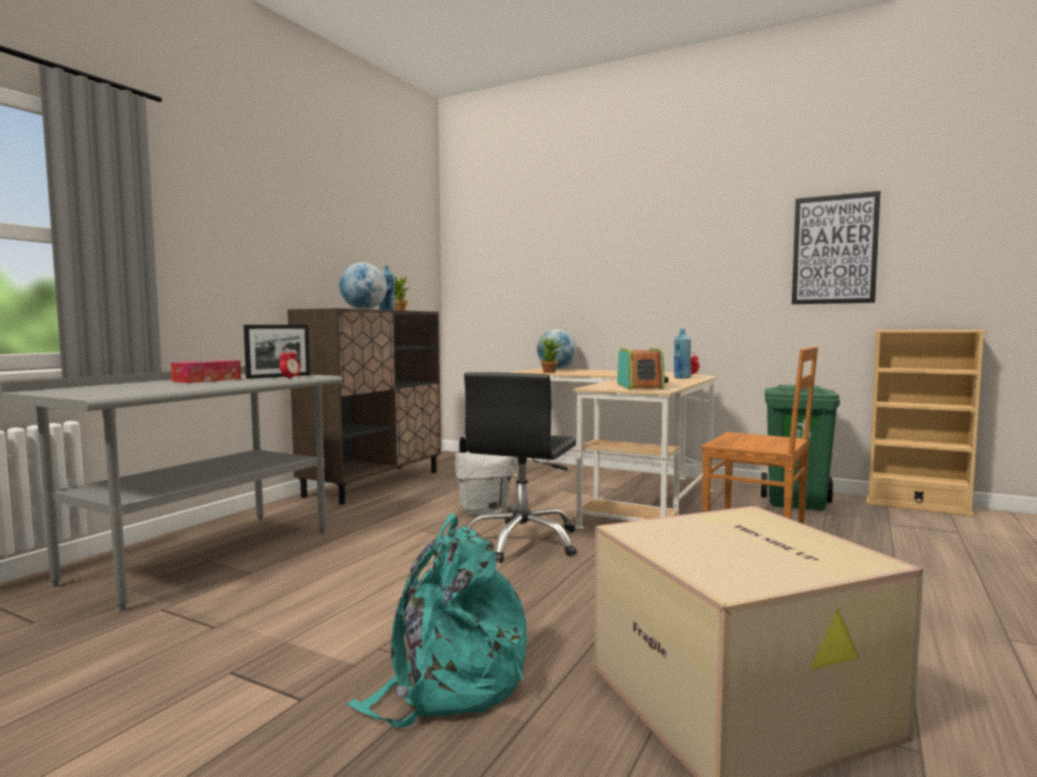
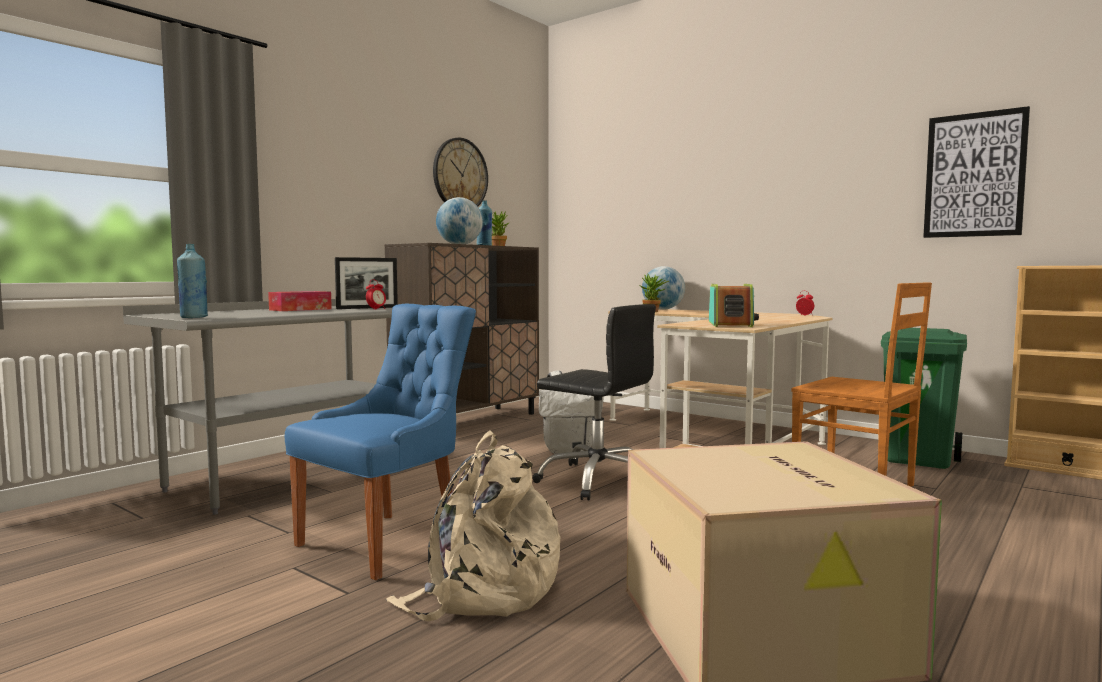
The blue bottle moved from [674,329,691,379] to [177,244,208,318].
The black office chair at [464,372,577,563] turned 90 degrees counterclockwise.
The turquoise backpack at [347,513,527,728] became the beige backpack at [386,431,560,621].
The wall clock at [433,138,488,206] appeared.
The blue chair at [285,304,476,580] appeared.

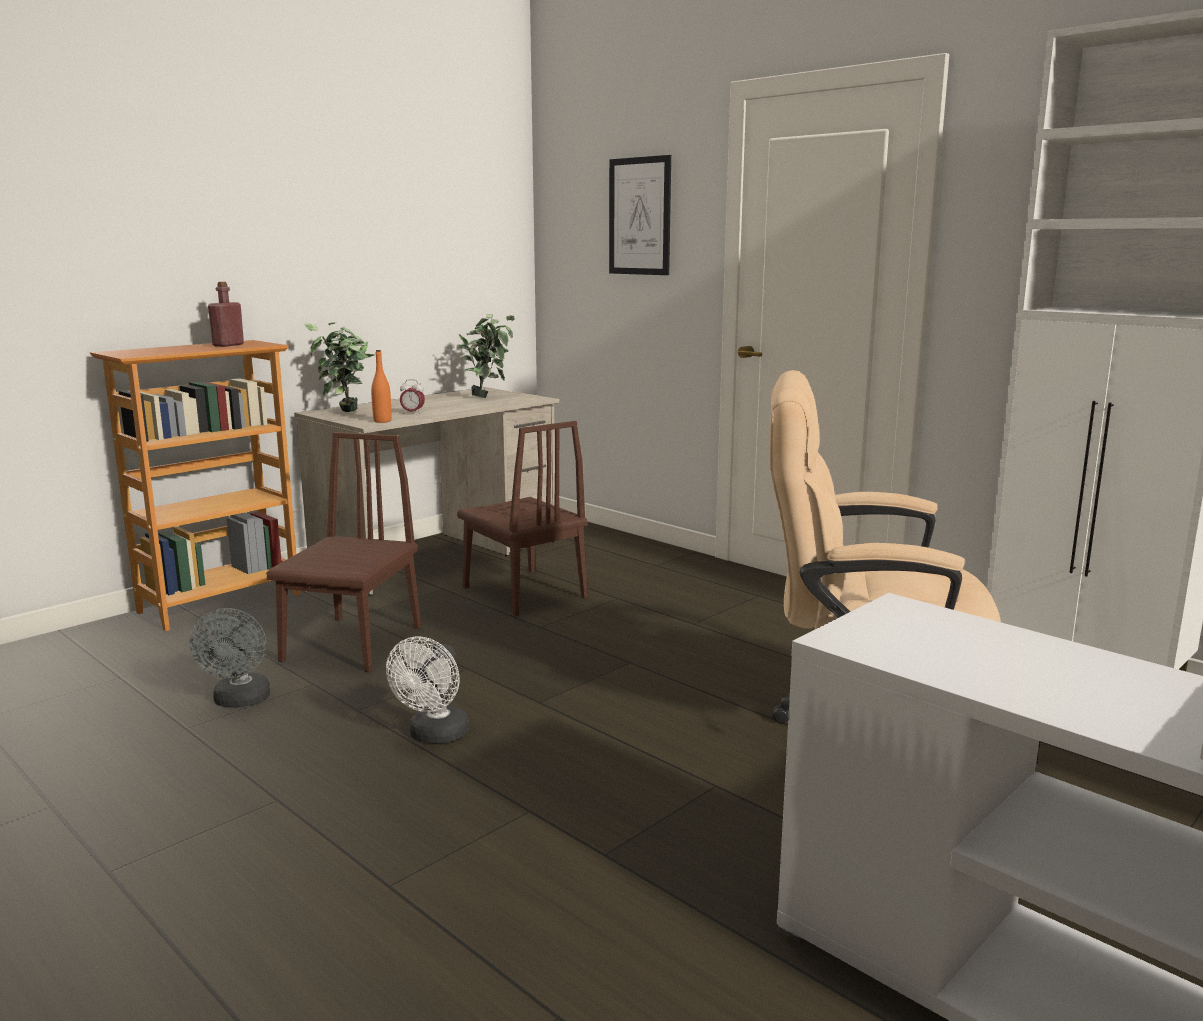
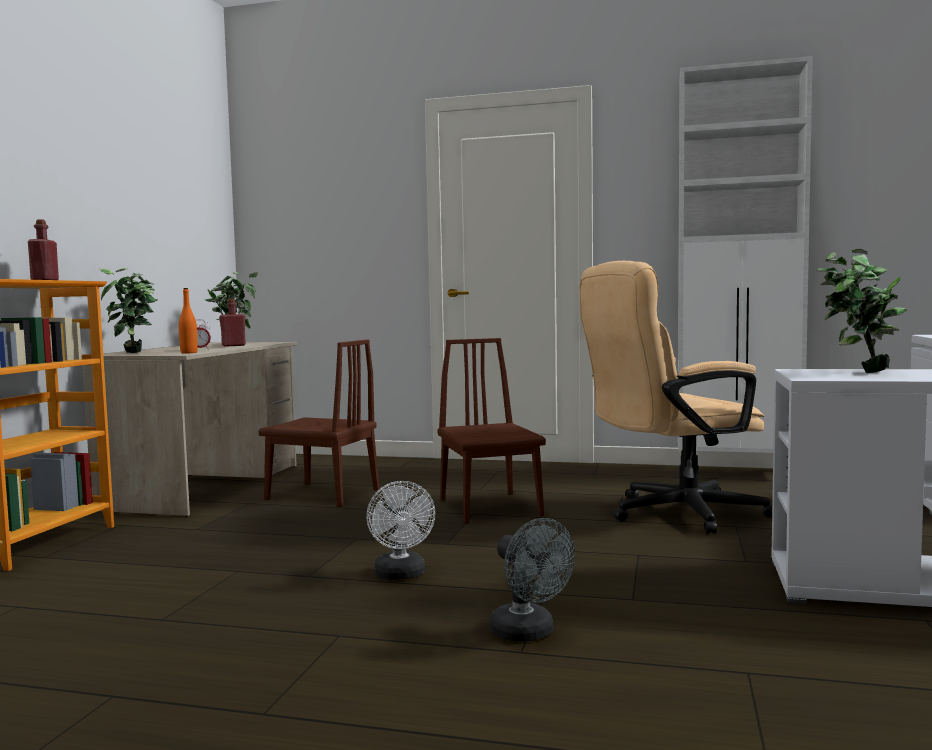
The picture at [609,155,671,275] disappeared.
The brown chair moved from [266,432,421,672] to [438,338,546,524].
The grey fan moved from [190,608,270,707] to [490,518,575,642].
The potted plant at [817,249,907,373] appeared.
The red bottle at [219,299,246,347] appeared.

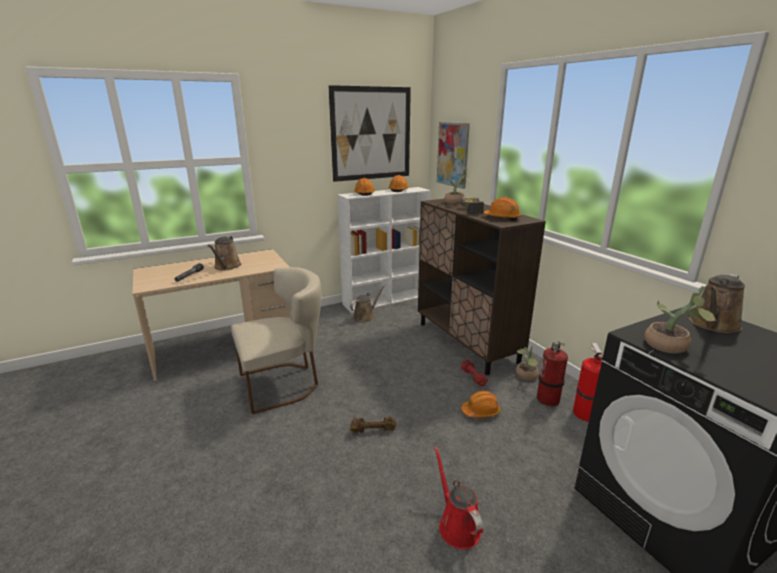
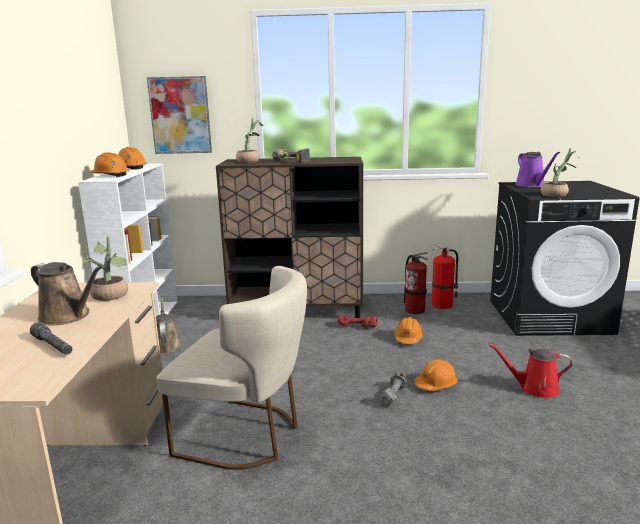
The picture at [328,85,411,182] disappeared.
The orange hard hat moved from [484,197,521,221] to [414,359,458,391].
The beige chair at [231,267,322,414] turned 105 degrees clockwise.
The brown watering can at [689,274,745,333] became the purple watering can at [515,152,560,187].
The potted plant moved from [516,346,539,381] to [82,236,128,301].
The brown dumbbell at [350,416,396,433] became the grey dumbbell at [381,372,407,407].

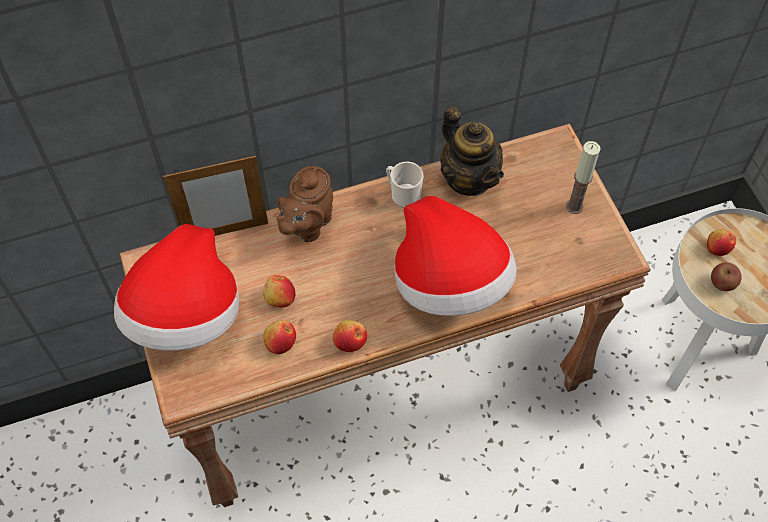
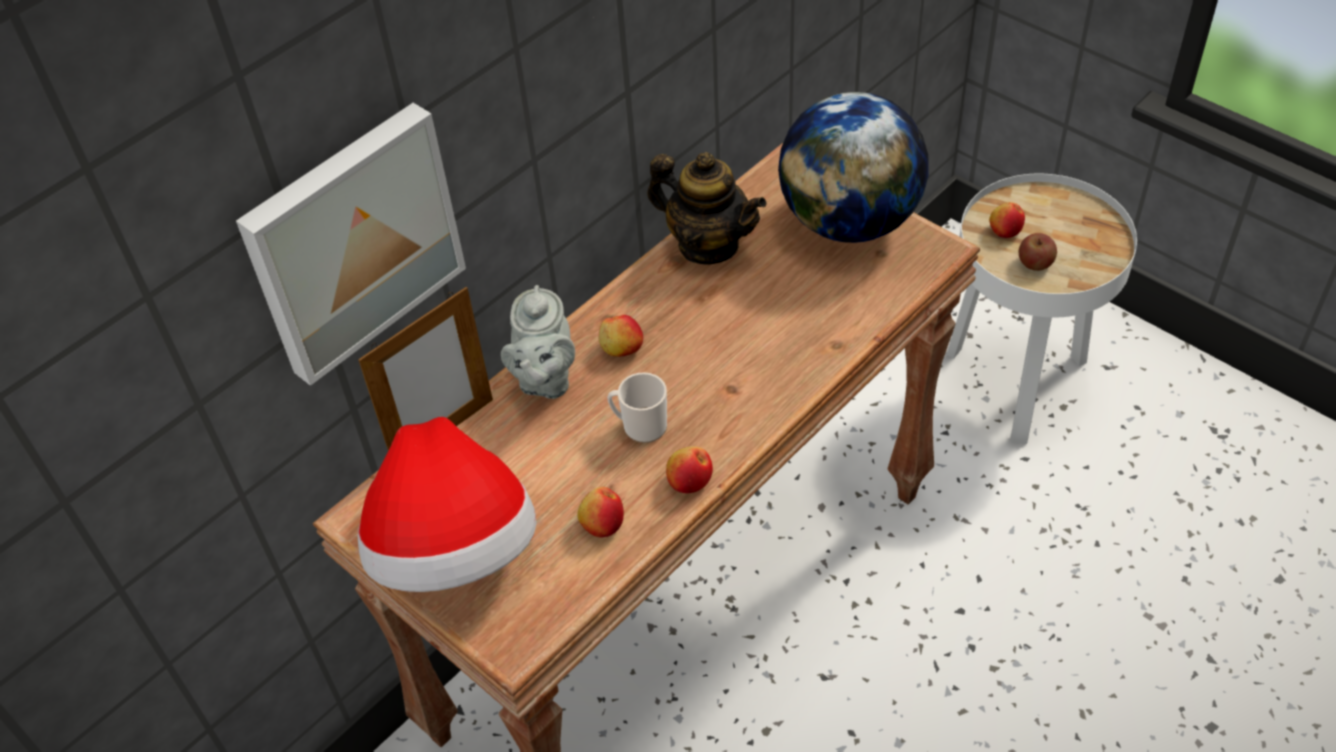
The candle at [566,141,601,214] was replaced by the globe at [778,92,929,243].
The mug moved from [386,162,424,208] to [607,372,667,443].
The brown teapot at [276,166,333,242] became the grey teapot at [501,285,575,399].
The hat at [394,196,517,316] disappeared.
The apple moved from [263,275,295,308] to [598,315,643,357].
The picture at [236,103,466,386] appeared.

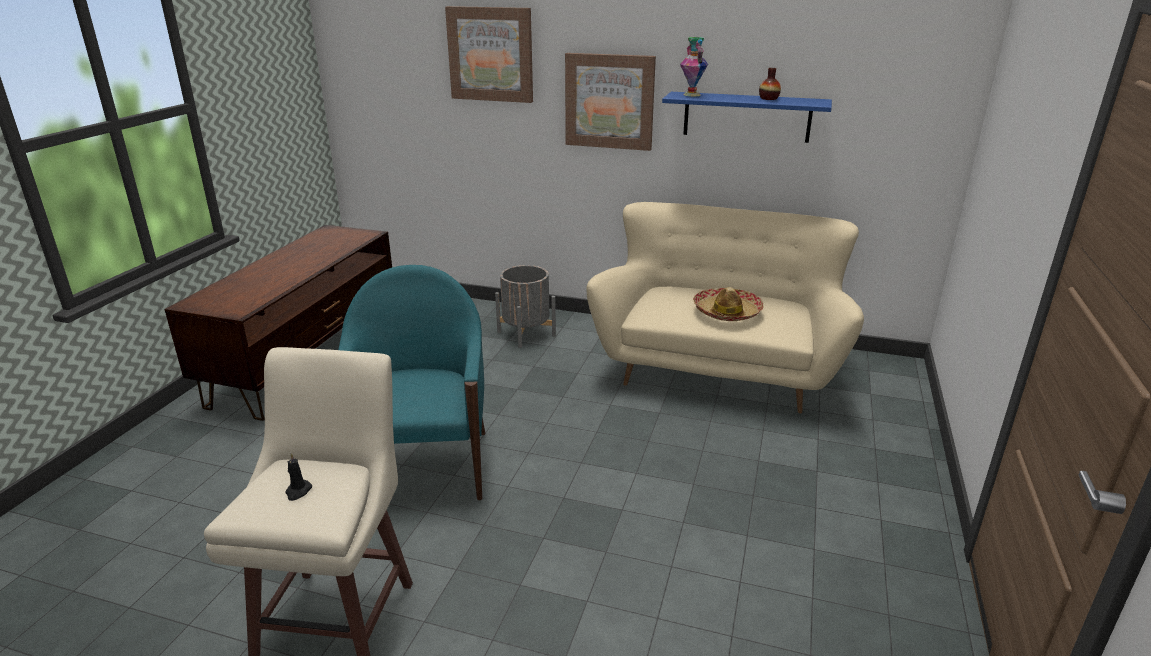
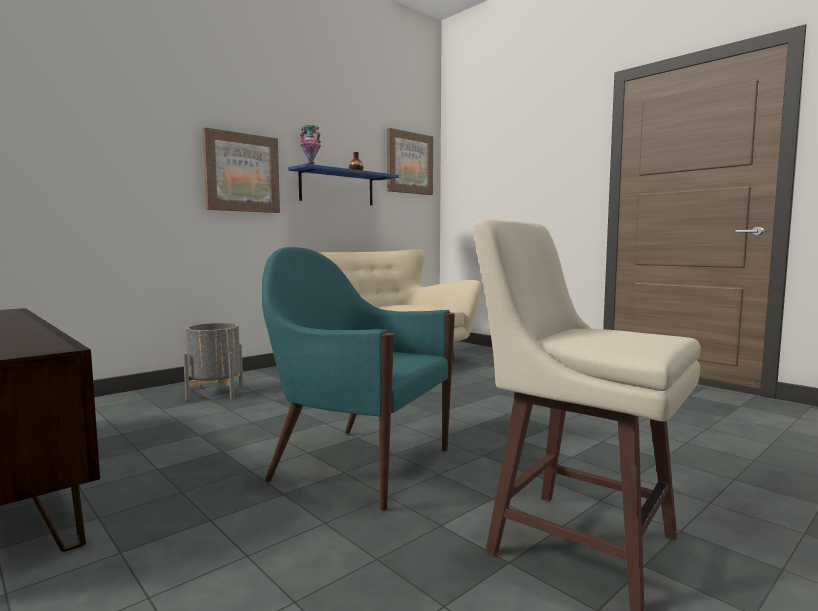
The picture moved from [445,6,533,103] to [387,128,433,195].
The hat at [693,287,764,321] disappeared.
The black candle at [285,453,312,501] disappeared.

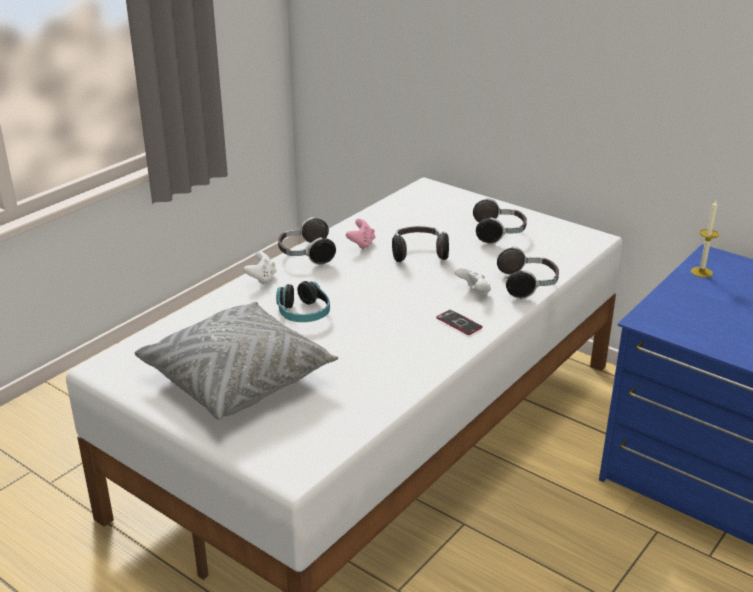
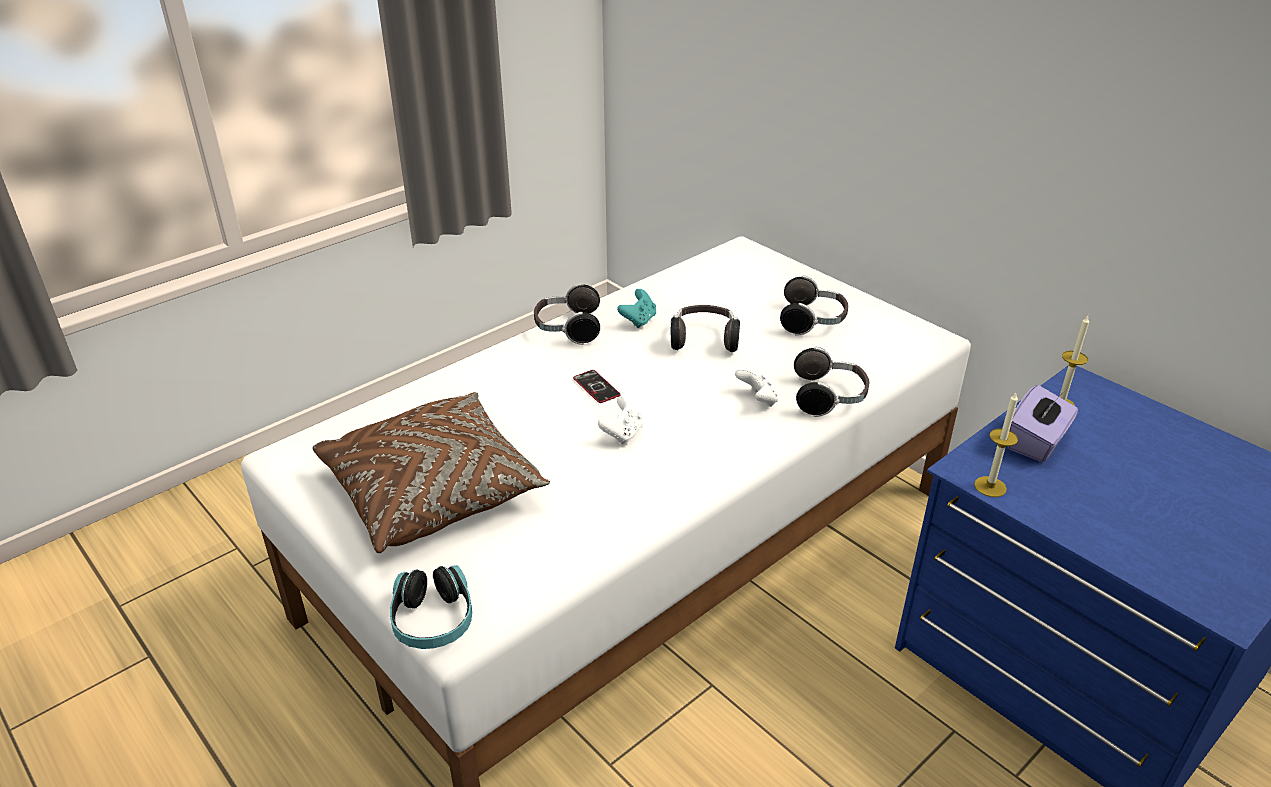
The pink game controller at [346,219,375,250] became the turquoise game controller at [617,289,656,328].
The white game controller moved from [243,251,276,285] to [598,396,643,445].
The headphones moved from [276,281,330,322] to [390,565,472,649].
The grey pillow at [135,302,339,420] became the brown pillow at [313,392,550,553].
The phone moved from [436,310,483,335] to [573,370,621,403].
The purple tissue box at [1007,385,1078,462] appeared.
The candle at [974,393,1018,497] appeared.

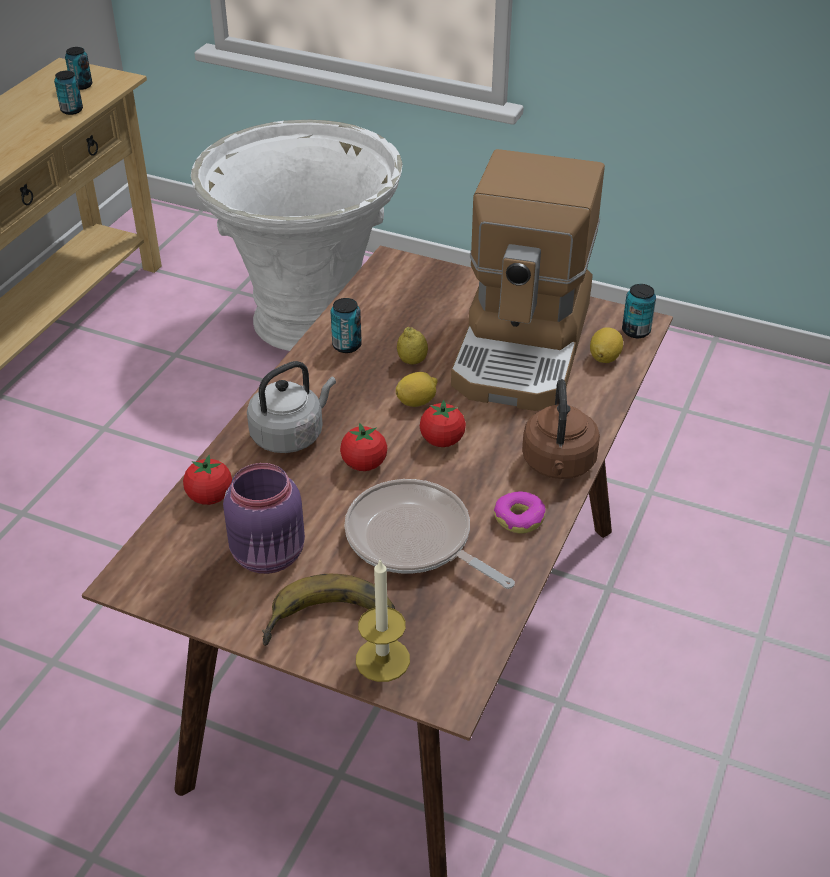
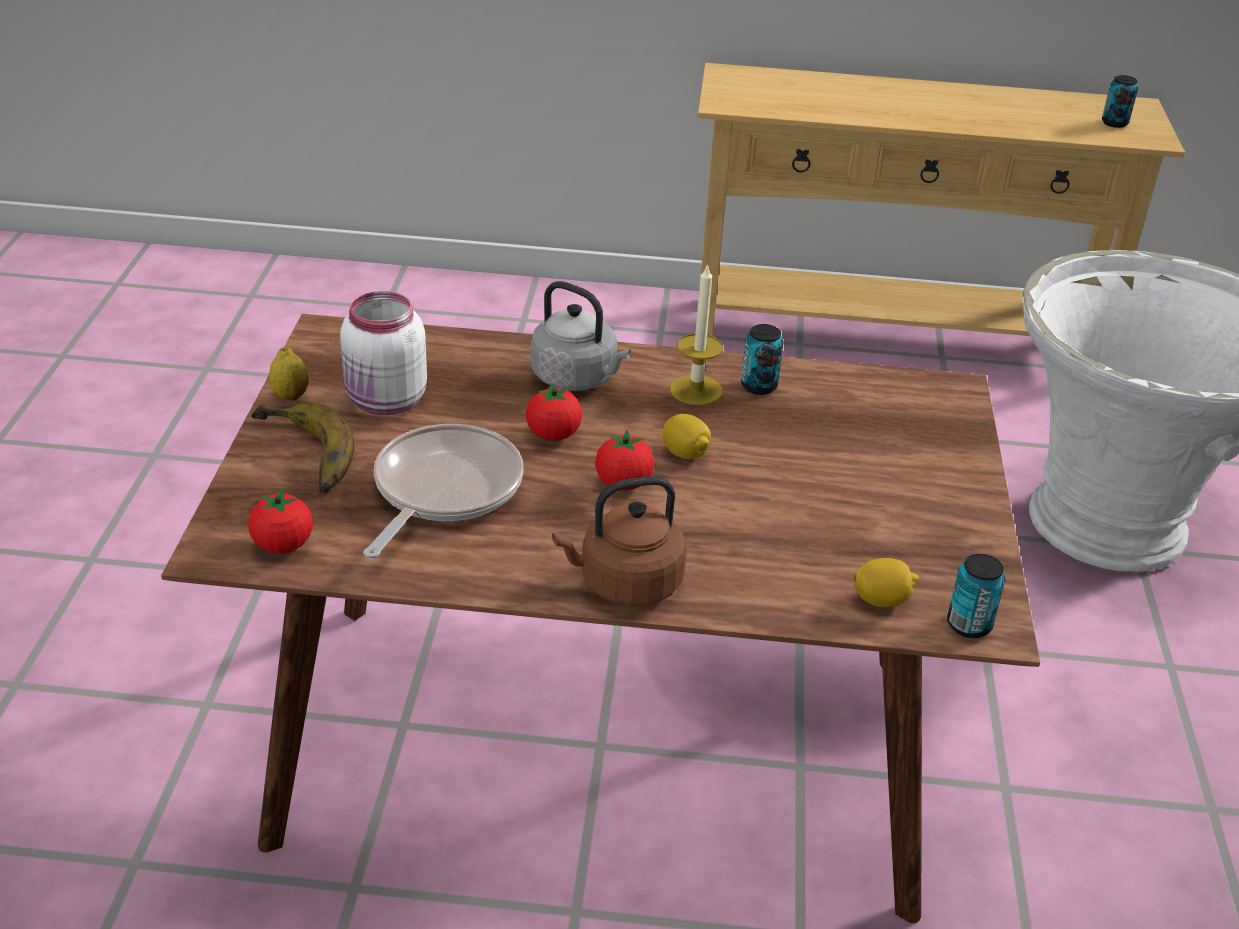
The can at [54,71,83,115] disappeared.
The coffee machine at [451,149,605,411] disappeared.
The lemon moved from [397,327,428,365] to [269,347,309,401].
The tomato moved from [183,455,232,505] to [248,488,313,554].
The purple jar at [223,463,305,574] became the white jar at [340,291,427,415].
The donut at [494,491,546,534] disappeared.
The candle moved from [356,560,410,682] to [670,263,723,405].

